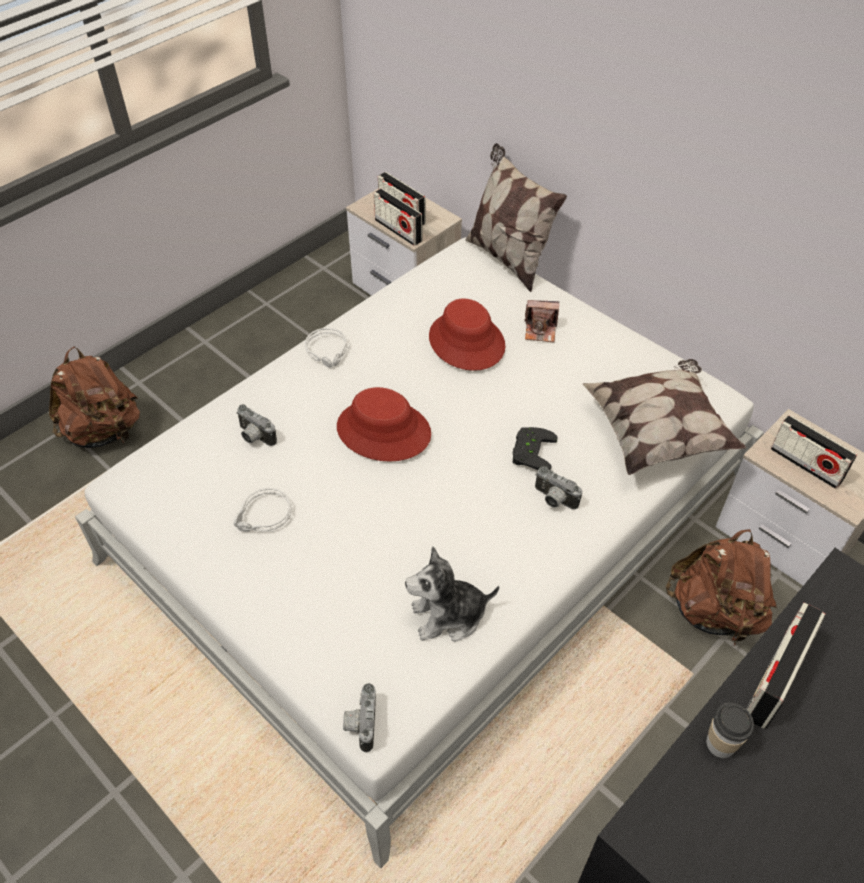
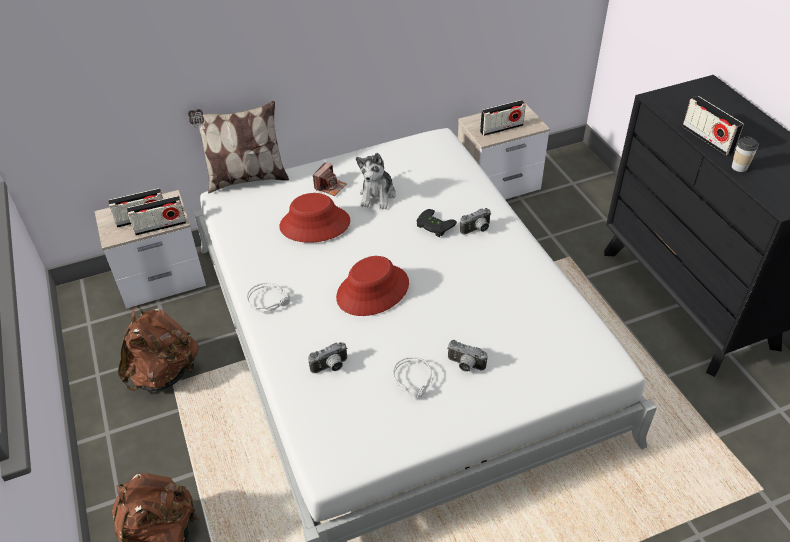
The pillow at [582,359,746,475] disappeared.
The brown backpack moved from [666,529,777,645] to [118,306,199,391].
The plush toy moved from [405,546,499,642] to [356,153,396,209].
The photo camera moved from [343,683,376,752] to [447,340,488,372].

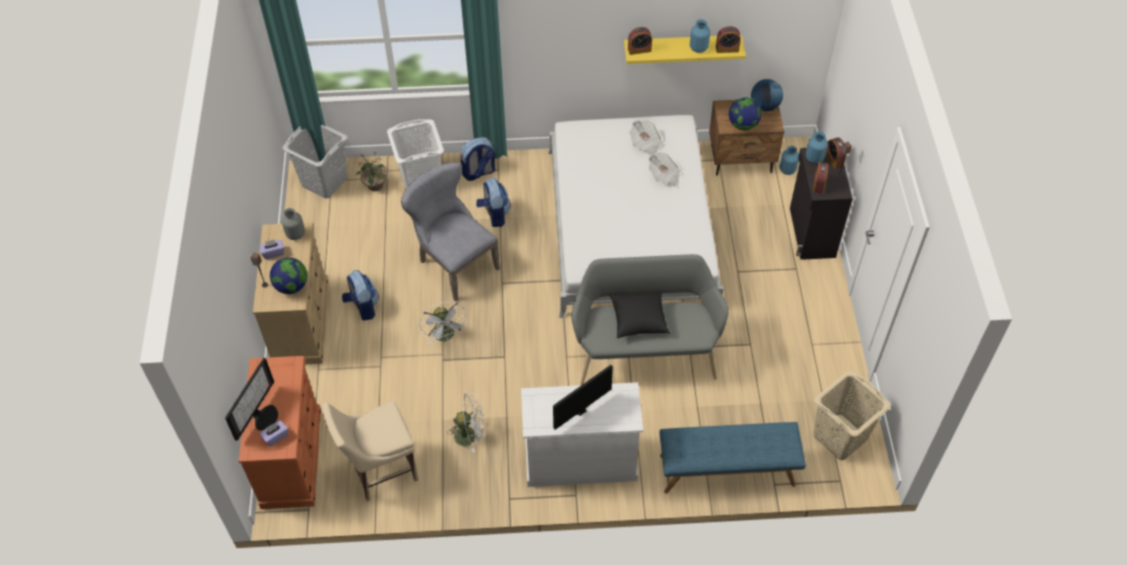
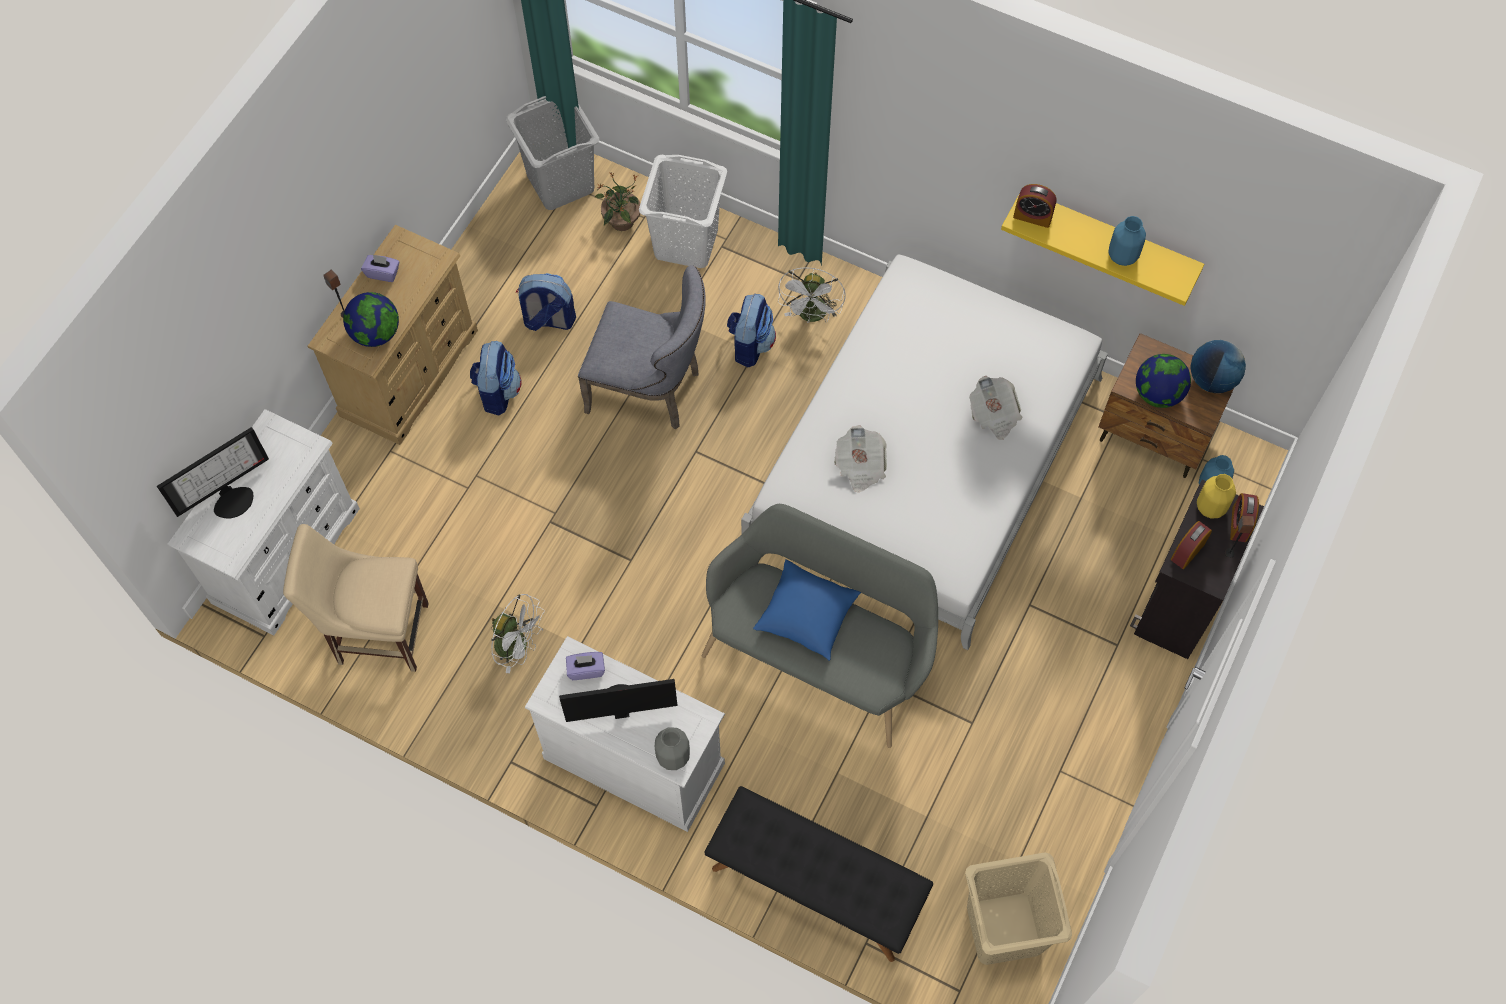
The alarm clock at [716,26,741,53] disappeared.
The newspaper moved from [629,120,663,155] to [834,425,887,493].
The blue vase at [806,132,828,164] became the yellow vase at [1197,474,1236,518].
The backpack moved from [460,137,495,181] to [516,273,576,331].
The grey chair at [401,162,500,302] turned 120 degrees clockwise.
The grey vase moved from [281,208,305,240] to [655,727,690,770].
The black pillow at [610,291,670,338] became the blue pillow at [753,559,861,661].
The white fan moved from [420,302,467,345] to [778,267,846,323].
The orange dresser at [238,356,321,509] became the white dresser at [167,409,360,635].
The purple tissue box moved from [260,420,288,446] to [566,652,605,680].
The blue bench at [659,422,806,494] became the black bench at [704,786,933,962].

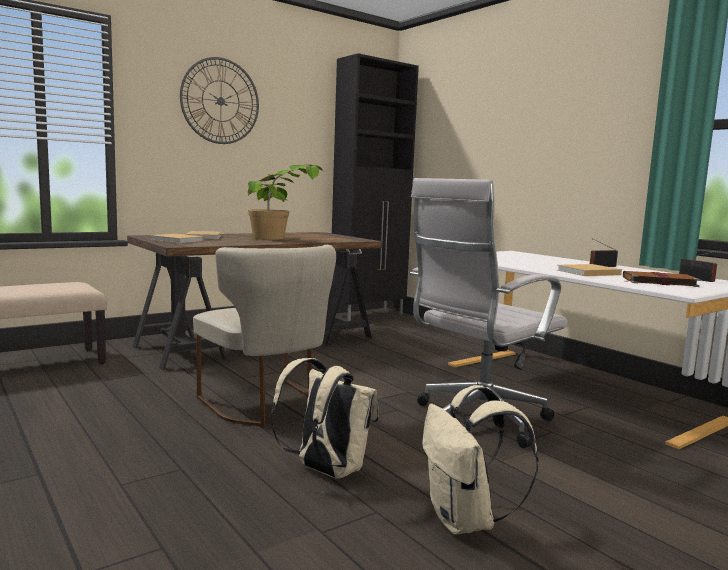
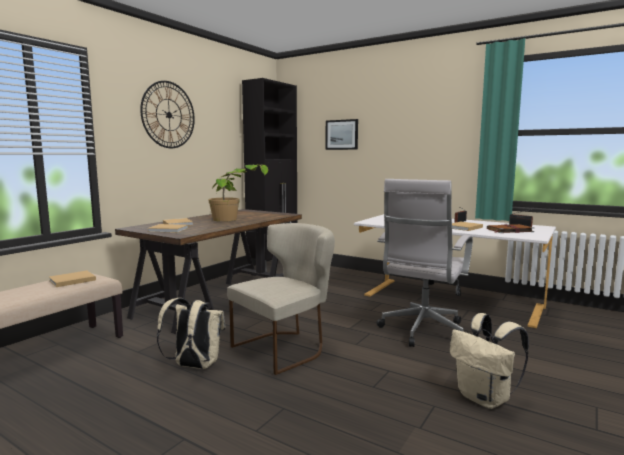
The beige chair at [193,245,336,427] turned 75 degrees counterclockwise.
The beige backpack moved from [271,358,379,479] to [157,298,226,369].
The picture at [326,119,358,150] appeared.
The beige book at [49,271,96,287] appeared.

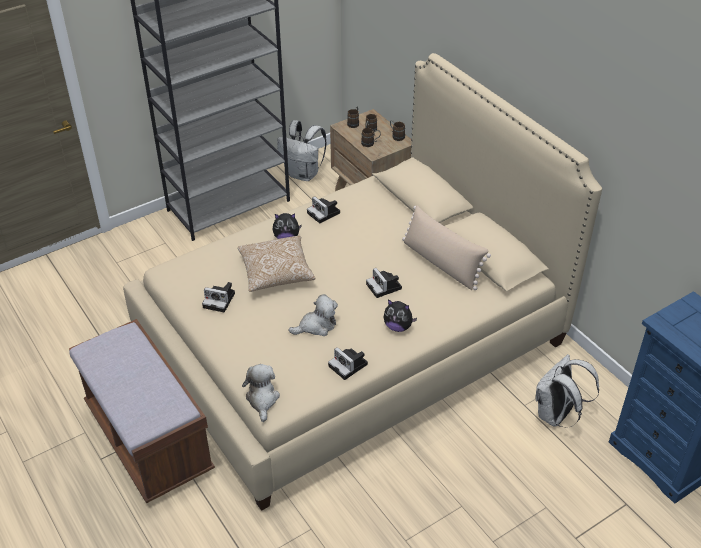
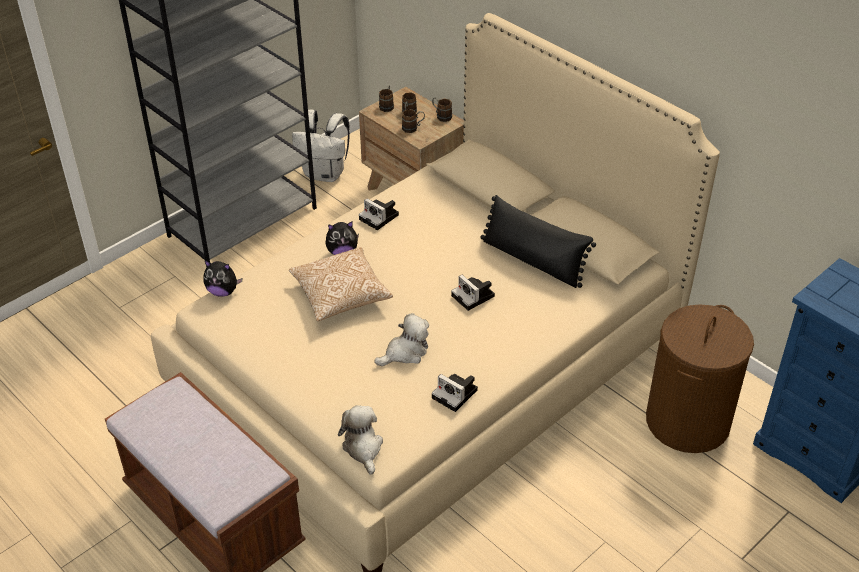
The beige pillow at [402,205,491,290] became the black pillow at [481,195,596,288].
The photo camera at [202,282,235,313] disappeared.
The plush toy moved from [383,299,417,332] to [203,261,242,297].
The white backpack at [536,354,599,428] was replaced by the brown laundry basket at [646,304,754,453].

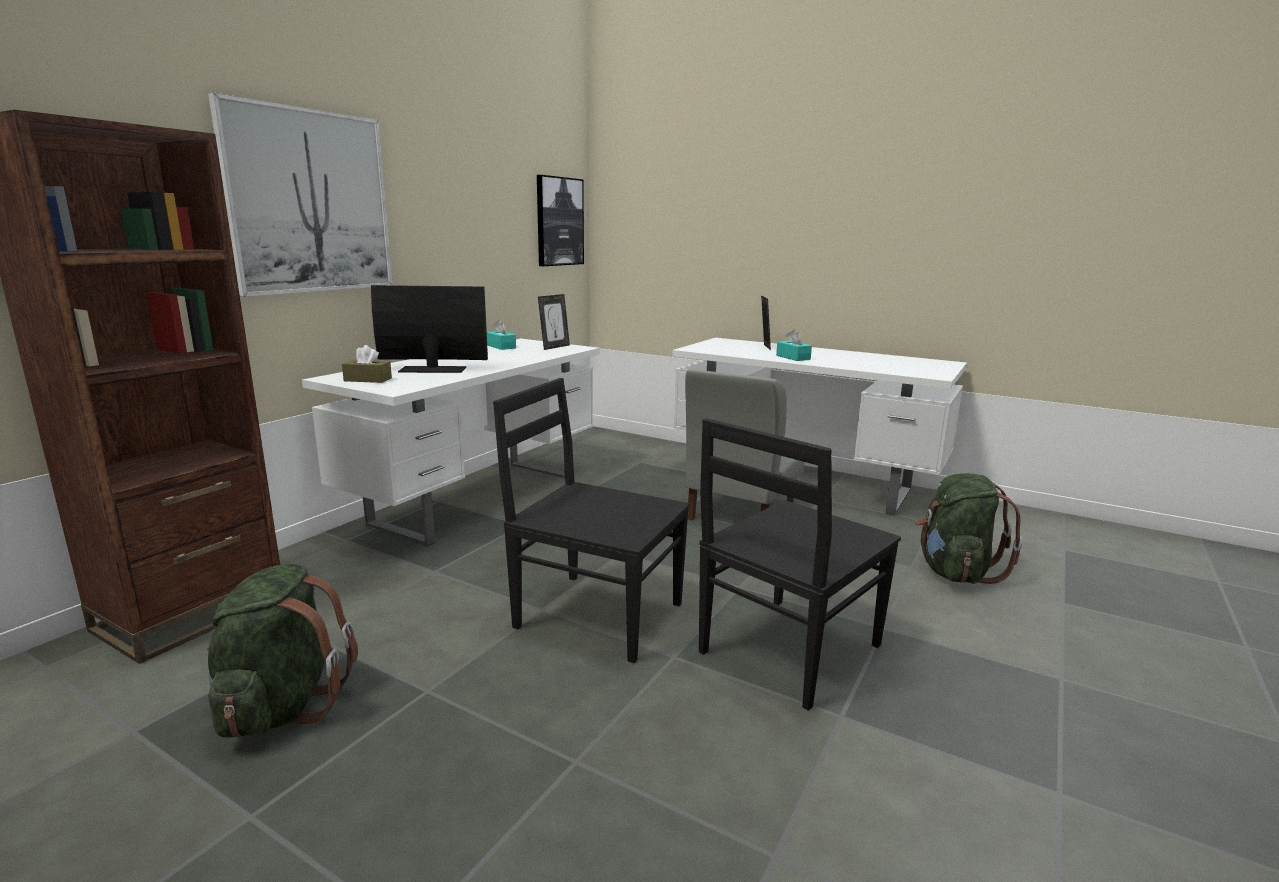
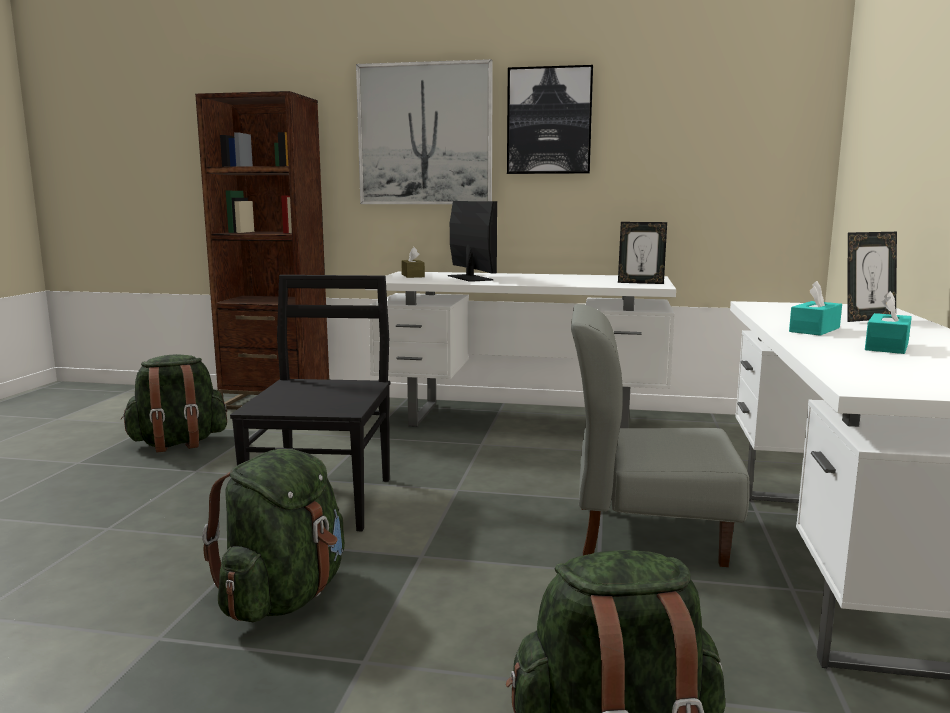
The picture moved from [537,175,584,266] to [507,65,593,174].
The turquoise tissue box moved from [487,320,516,350] to [865,291,912,354].
The black chair at [699,418,901,711] was replaced by the green backpack at [202,449,345,622].

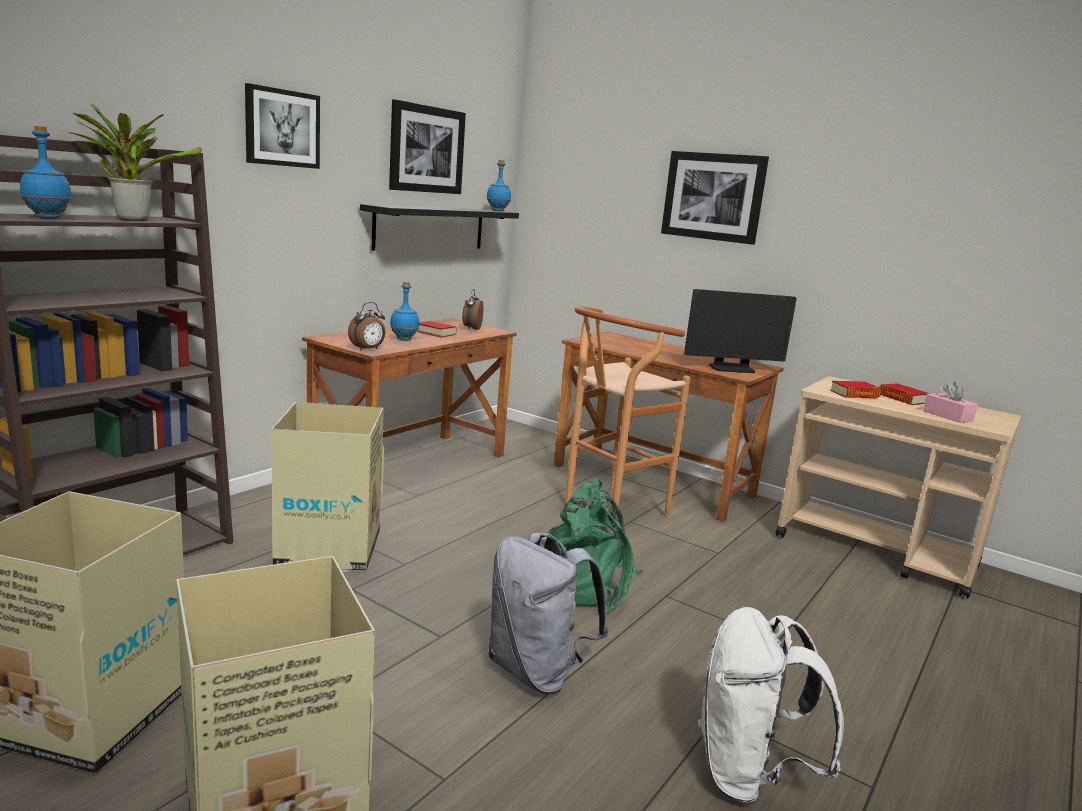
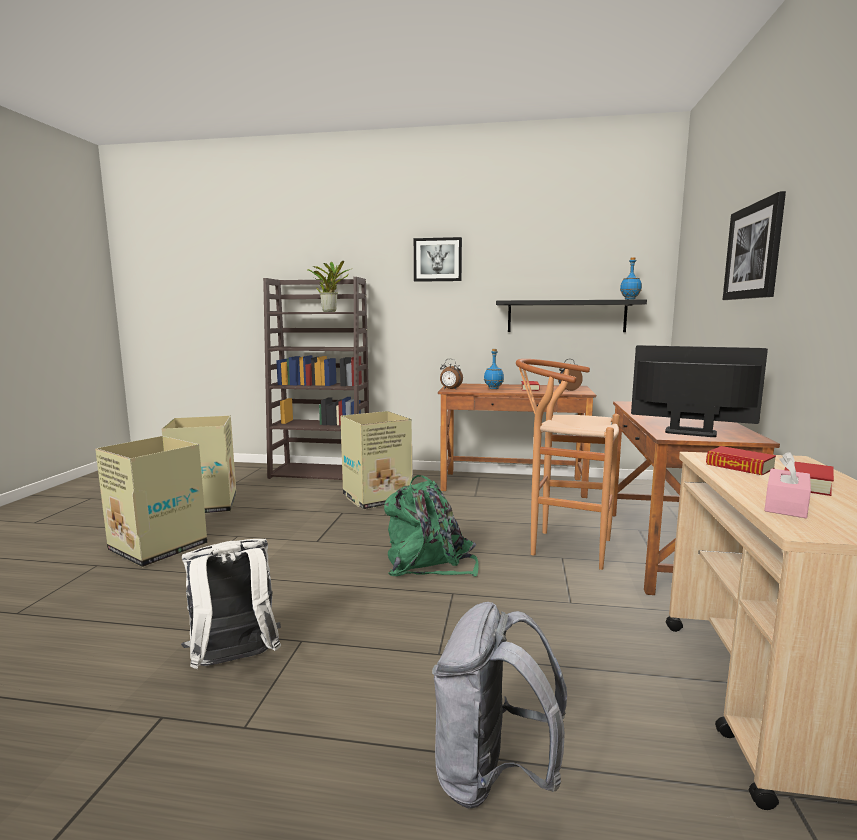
The picture at [389,99,466,194] disappeared.
The blue bottle at [20,126,72,219] disappeared.
The monitor at [684,289,797,373] turned 150 degrees clockwise.
The grey backpack moved from [489,533,609,694] to [432,602,567,808].

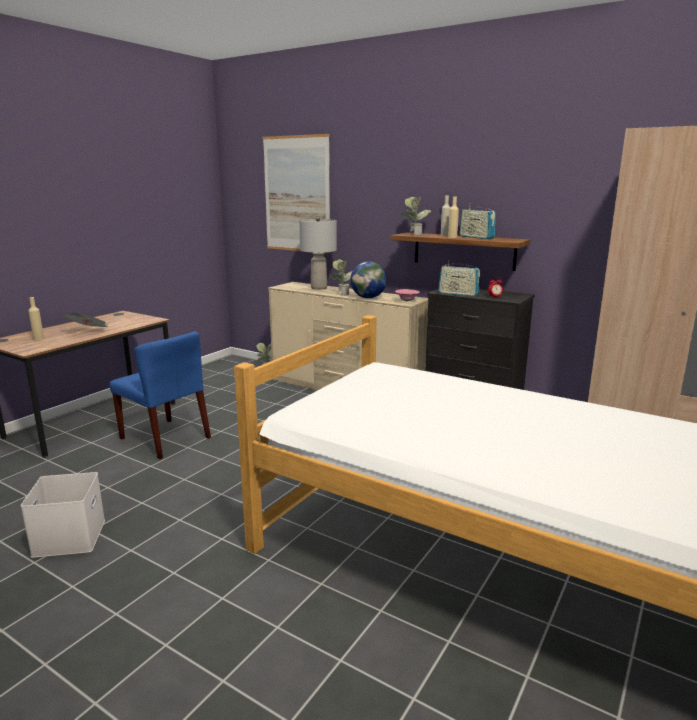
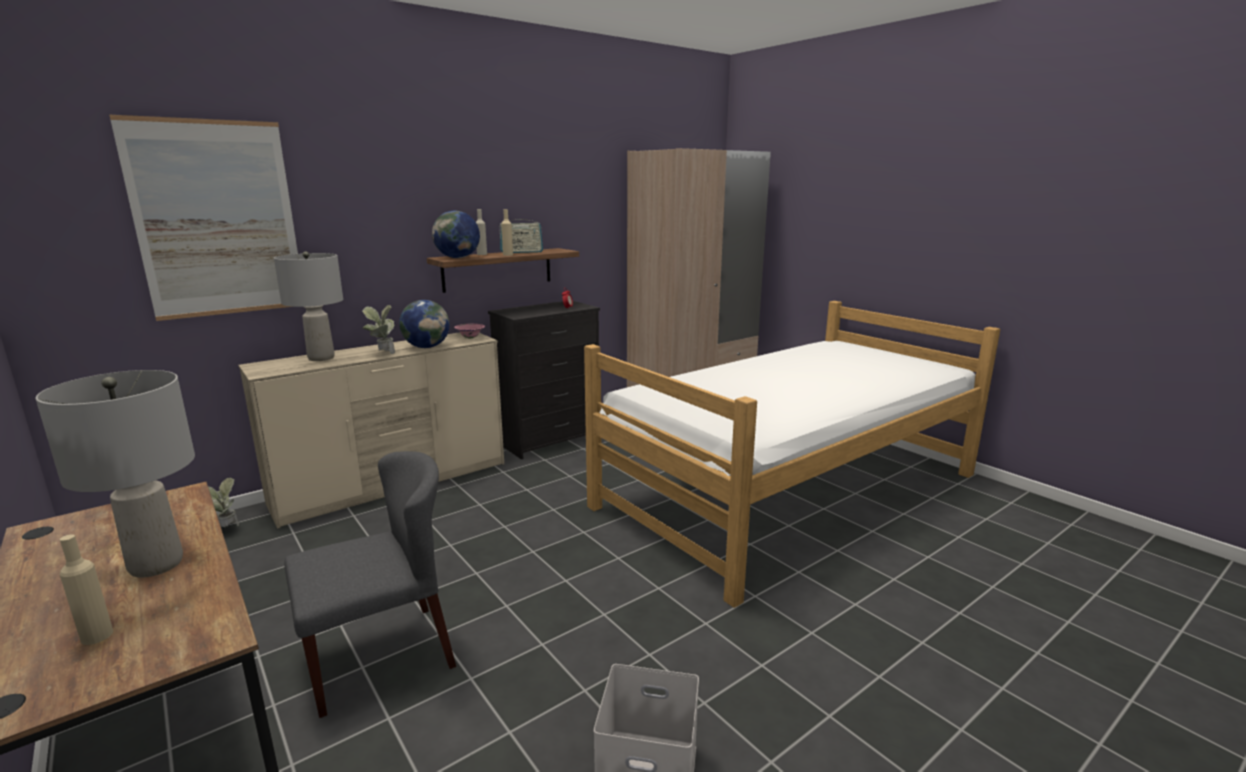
The potted plant at [401,196,431,235] was replaced by the globe at [432,211,480,258].
The radio at [438,260,480,297] disappeared.
The newspaper at [62,313,108,327] was replaced by the grey table lamp at [36,370,195,578].
The blue chair at [110,331,211,459] became the grey chair at [284,451,456,718].

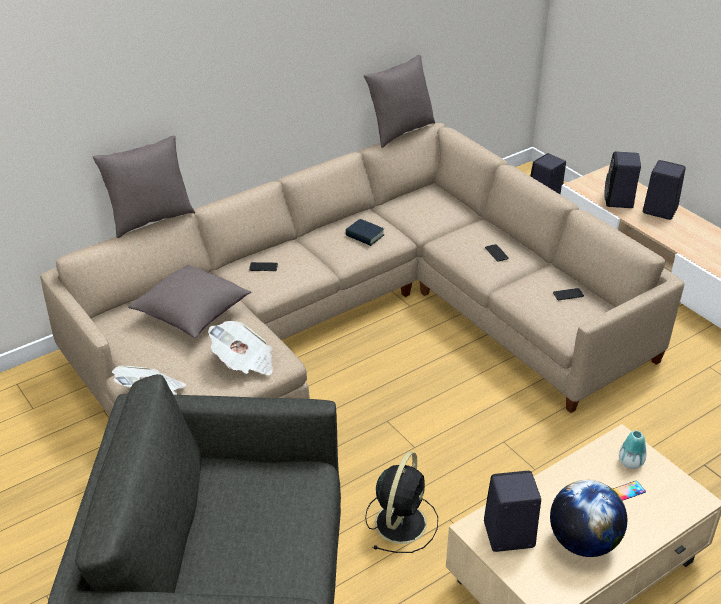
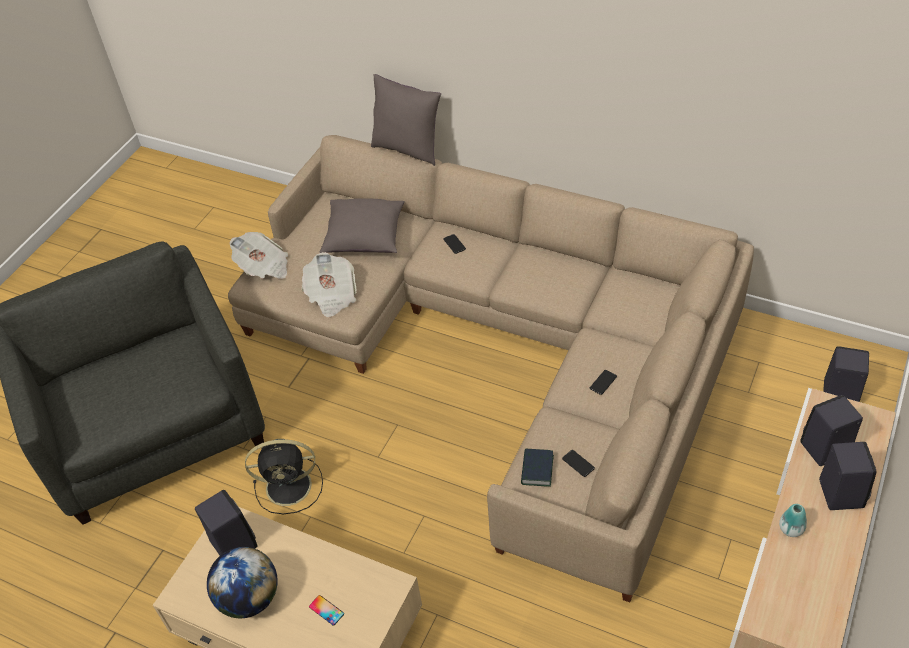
The grey pillow at [364,55,435,148] disappeared.
The book moved from [345,219,384,246] to [521,449,554,487].
The vase moved from [619,430,647,469] to [779,504,807,537].

